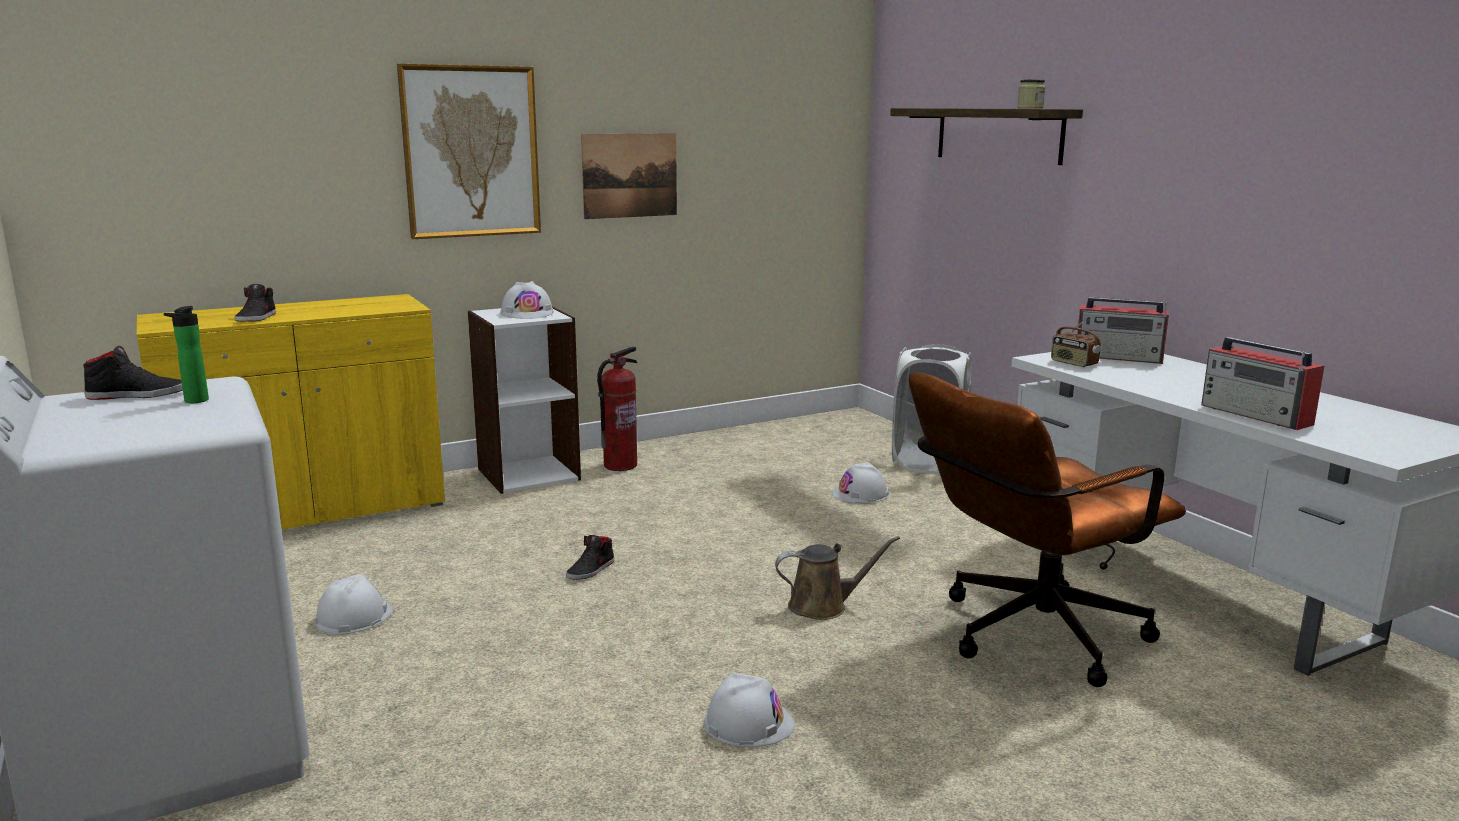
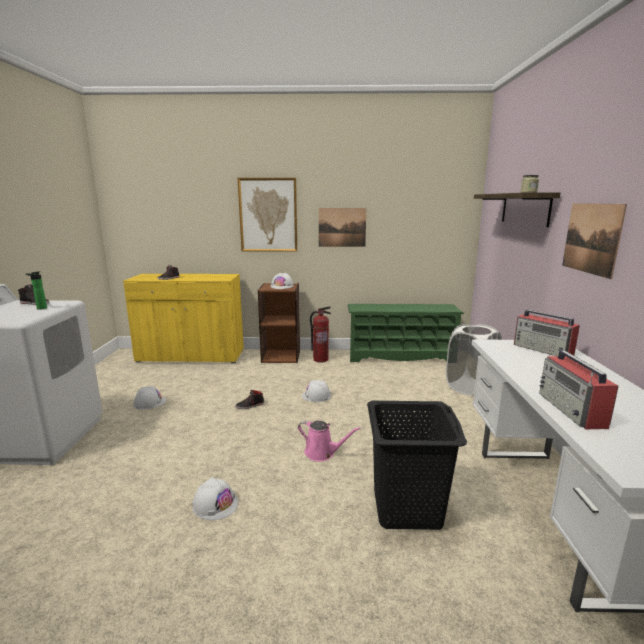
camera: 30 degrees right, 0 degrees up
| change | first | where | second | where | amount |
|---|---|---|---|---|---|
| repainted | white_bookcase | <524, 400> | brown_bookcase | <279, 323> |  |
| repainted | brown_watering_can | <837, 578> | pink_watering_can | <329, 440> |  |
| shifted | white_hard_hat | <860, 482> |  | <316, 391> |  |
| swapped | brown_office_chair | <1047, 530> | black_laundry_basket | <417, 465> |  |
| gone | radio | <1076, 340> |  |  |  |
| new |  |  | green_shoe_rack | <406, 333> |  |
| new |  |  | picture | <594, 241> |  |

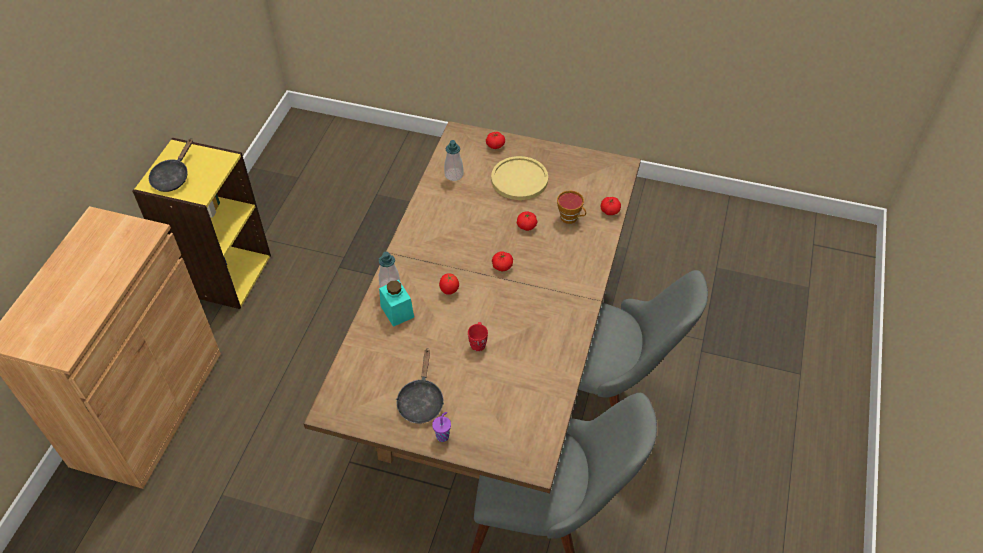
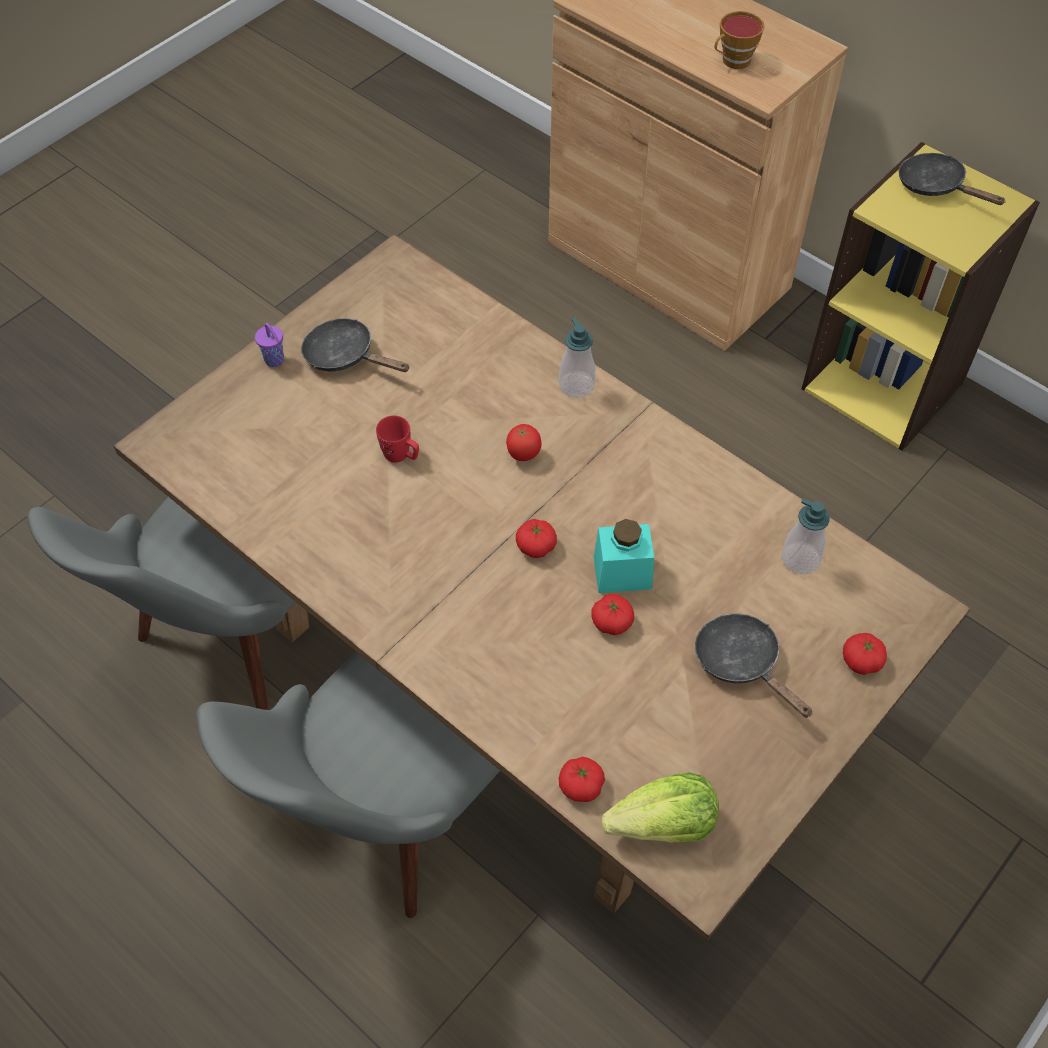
camera: 115 degrees right, 5 degrees up
| change | first | where | second | where | amount |
|---|---|---|---|---|---|
| shifted | turquoise_jar | <396, 303> |  | <624, 556> |  |
| swapped | yellow_plate | <519, 178> | black_frying_pan | <754, 665> |  |
| shifted | cup | <571, 207> |  | <739, 40> |  |
| new |  |  | lettuce | <660, 807> |  |

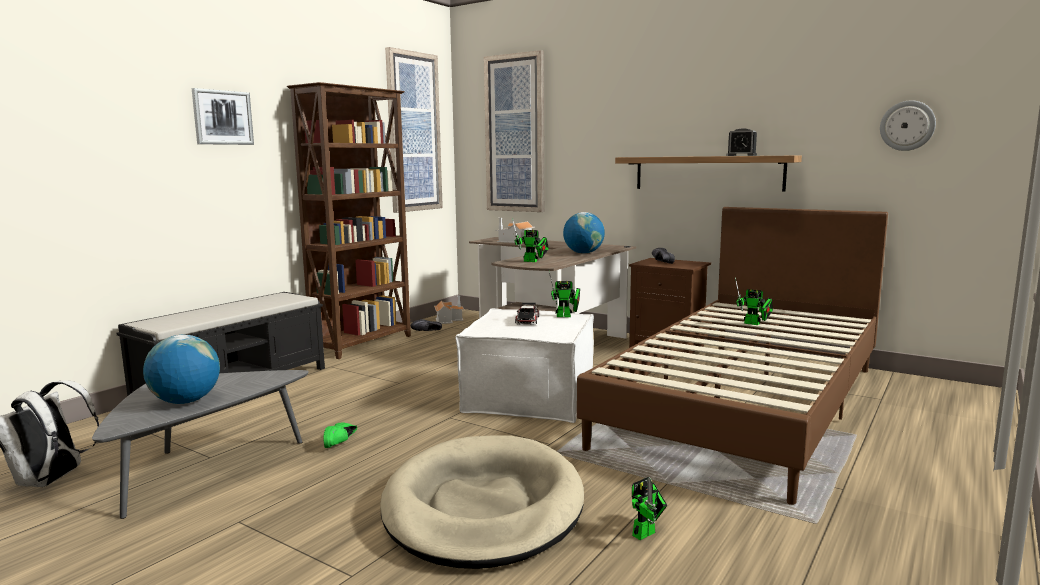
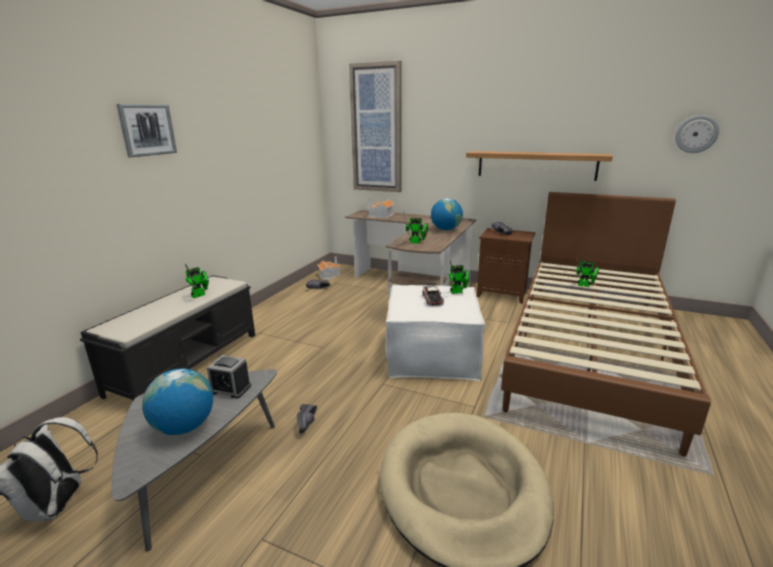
camera: 10 degrees left, 10 degrees up
| change | first | where | second | where | amount |
|---|---|---|---|---|---|
| gone | brown_bookcase | <349, 220> |  |  |  |
| repainted | green_shoe | <340, 435> | black_shoe | <307, 419> |  |
| gone | picture | <414, 130> |  |  |  |
| shifted | toy_robot | <649, 508> |  | <197, 281> |  |
| shifted | alarm_clock | <742, 142> |  | <229, 377> |  |

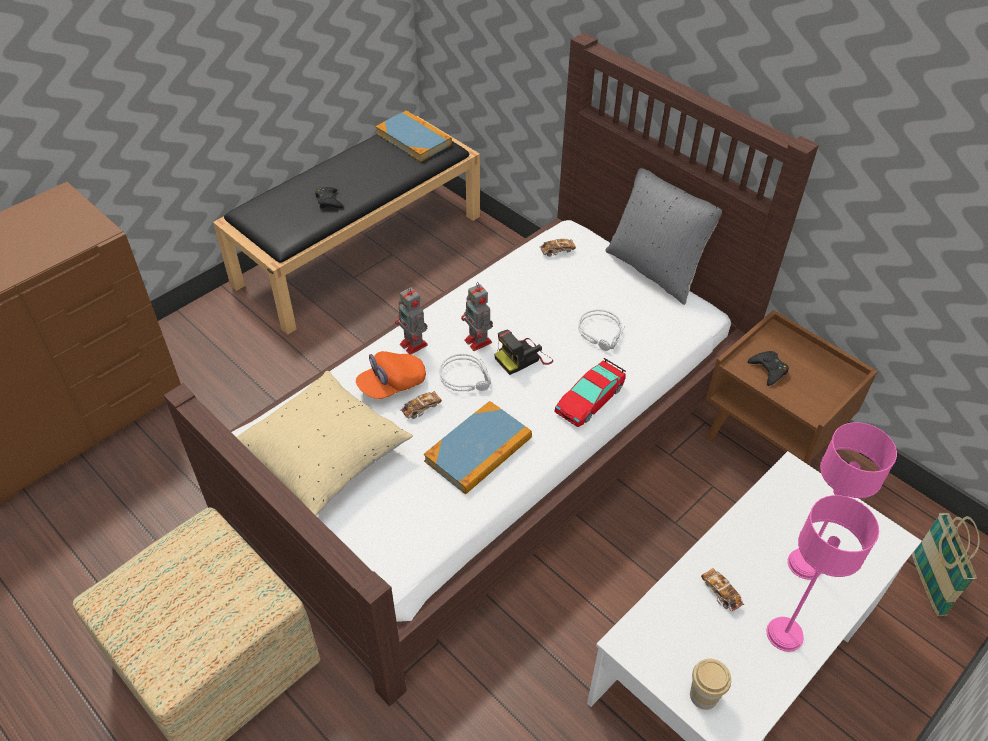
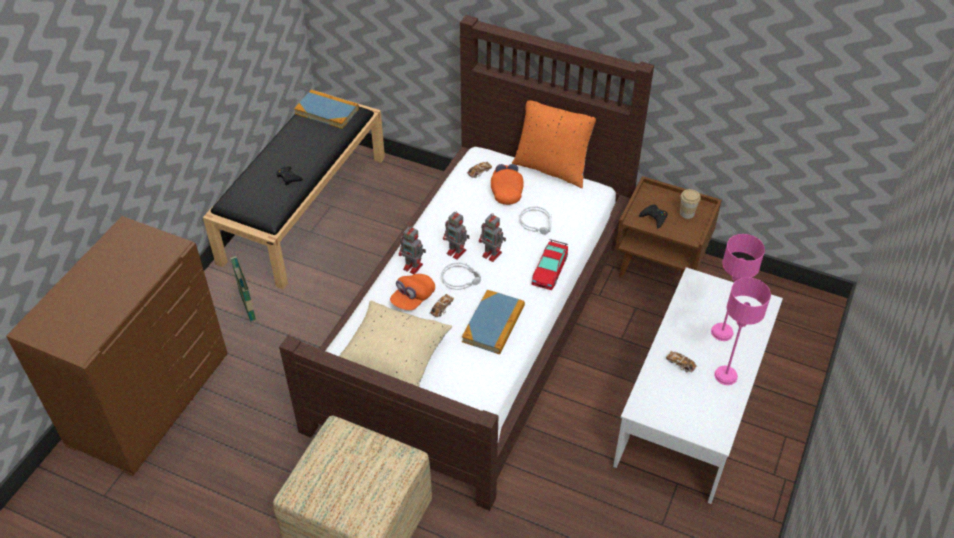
camera: 20 degrees left, 0 degrees up
| change | first | where | second | where | amount |
|---|---|---|---|---|---|
| swapped | photo_camera | <523, 352> | toy_robot | <492, 237> |  |
| repainted | grey_pillow | <663, 236> | orange_pillow | <554, 144> |  |
| shifted | cup | <710, 684> |  | <690, 204> |  |
| shifted | basket | <946, 564> |  | <243, 289> |  |
| new |  |  | orange_cap | <507, 184> |  |

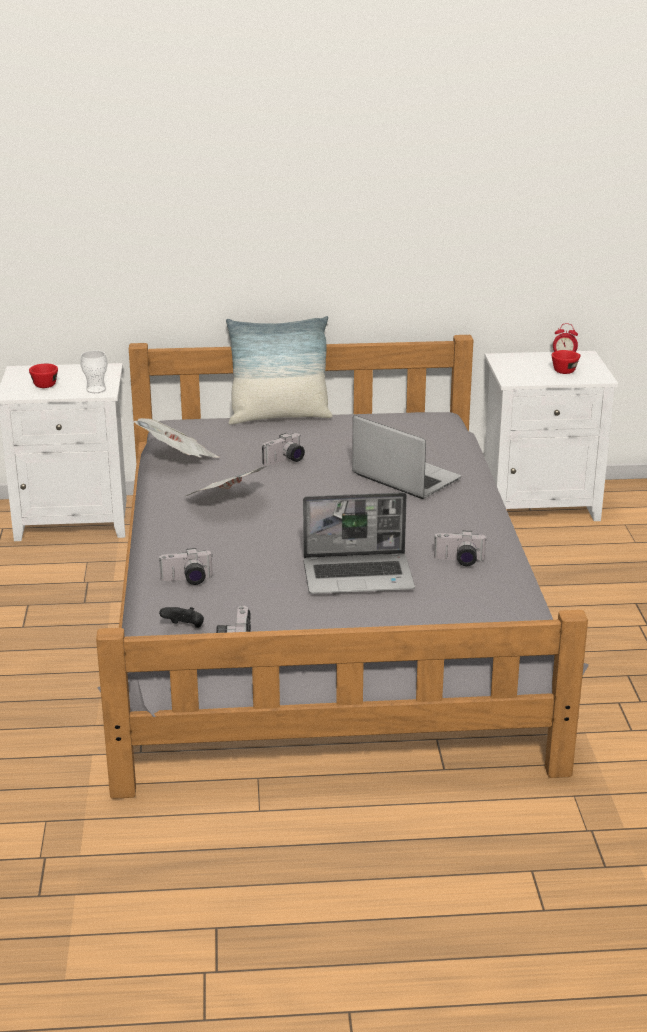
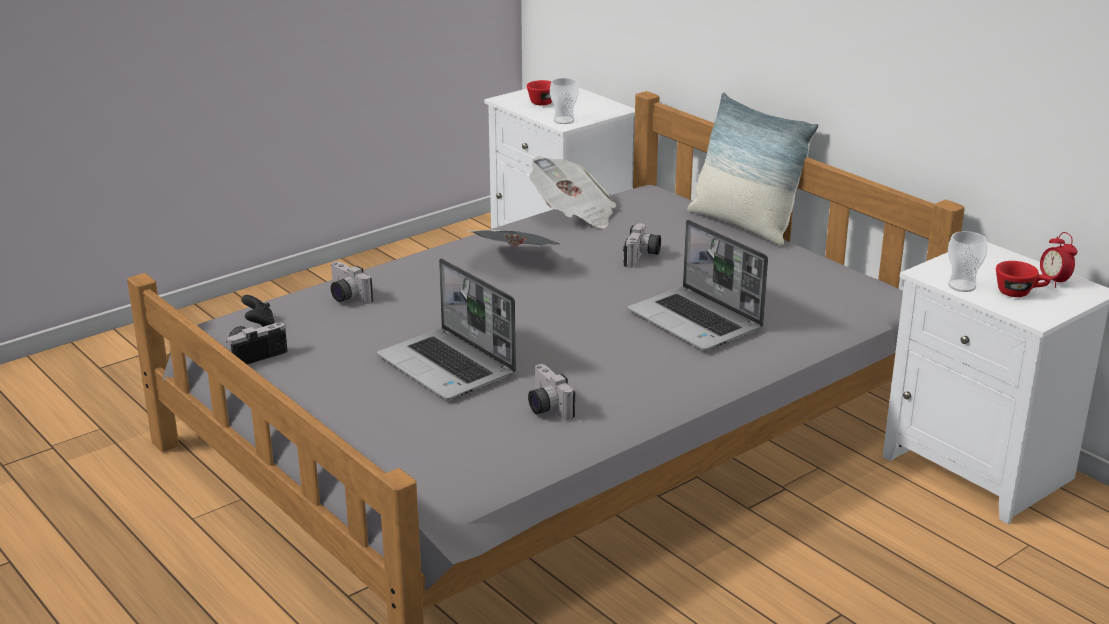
camera: 55 degrees right, 0 degrees up
| change | first | where | second | where | amount |
|---|---|---|---|---|---|
| rotated | photo_camera | <283, 449> |  | <642, 245> | 90 degrees counterclockwise |
| rotated | laptop | <406, 457> |  | <697, 285> | 135 degrees clockwise |
| new |  |  | cup | <967, 261> |  |

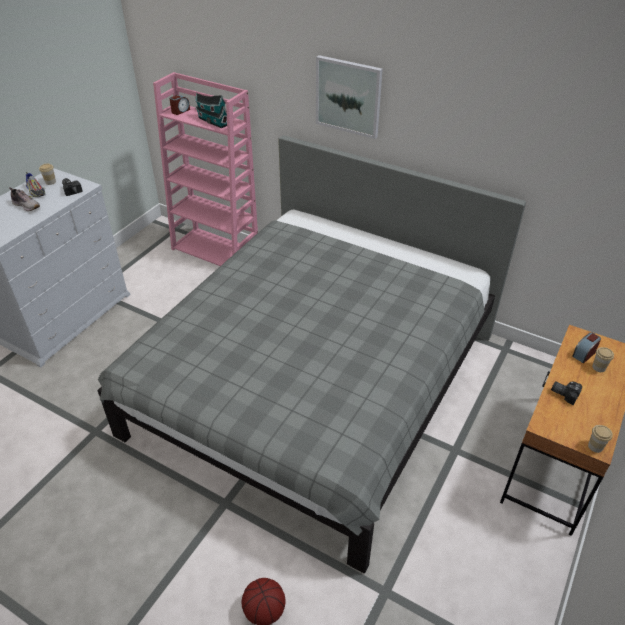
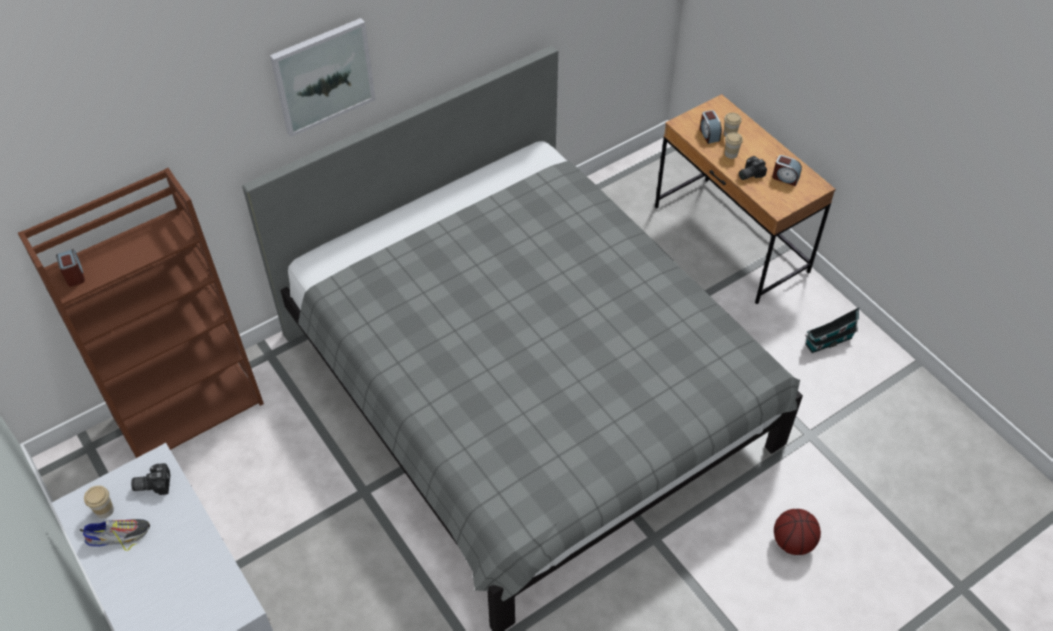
camera: 65 degrees left, 10 degrees up
| change | first | where | second | where | amount |
|---|---|---|---|---|---|
| gone | shoe | <24, 199> |  |  |  |
| repainted | pink_bookcase | <205, 169> | brown_bookcase | <141, 313> |  |
| shifted | toy_house | <211, 110> |  | <832, 330> |  |
| shifted | cup | <600, 439> |  | <734, 145> |  |
| new |  |  | alarm_clock | <787, 170> |  |

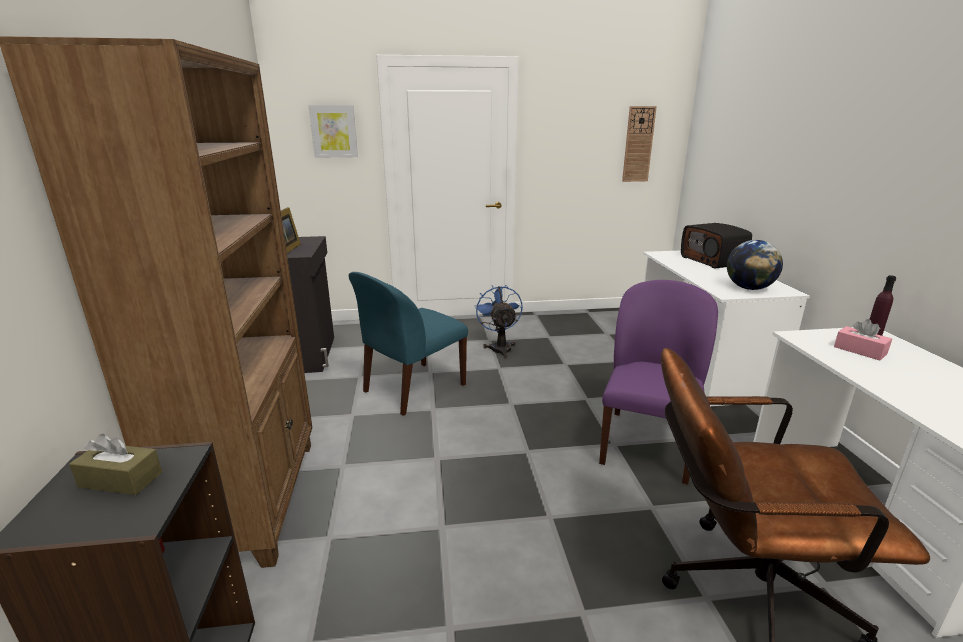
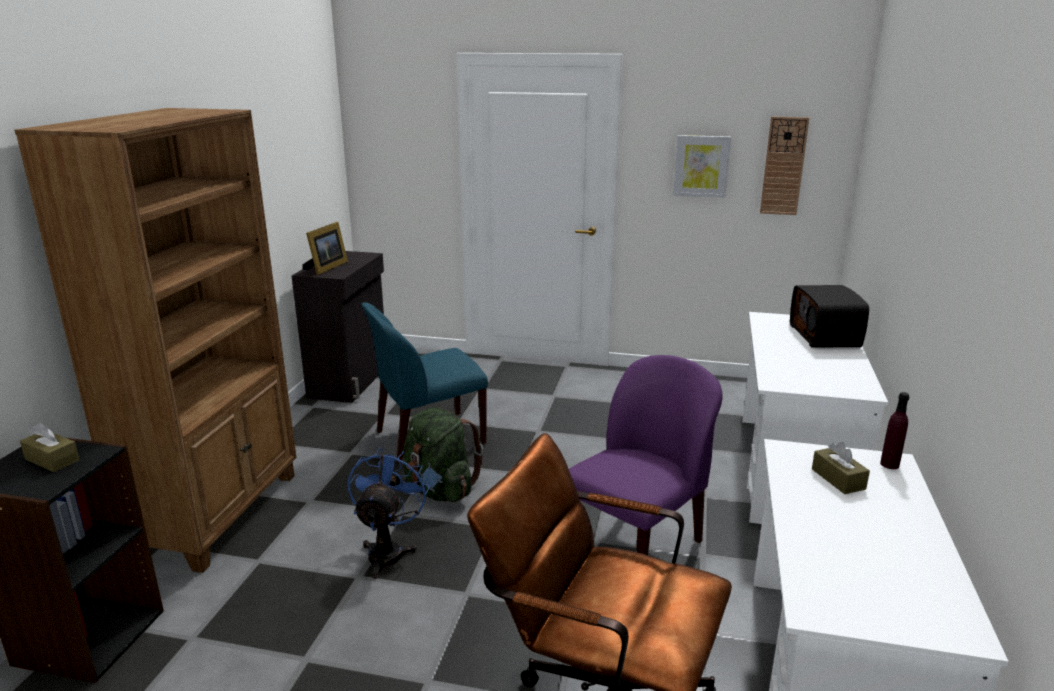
camera: 20 degrees right, 0 degrees up
| change | first | where | second | where | amount |
|---|---|---|---|---|---|
| shifted | picture | <333, 131> |  | <702, 166> |  |
| shifted | blue_fan | <499, 322> |  | <389, 513> |  |
| gone | globe | <755, 265> |  |  |  |
| repainted | pink_tissue_box | <863, 340> | brown_tissue_box | <841, 468> |  |
| new |  |  | green_backpack | <443, 454> |  |

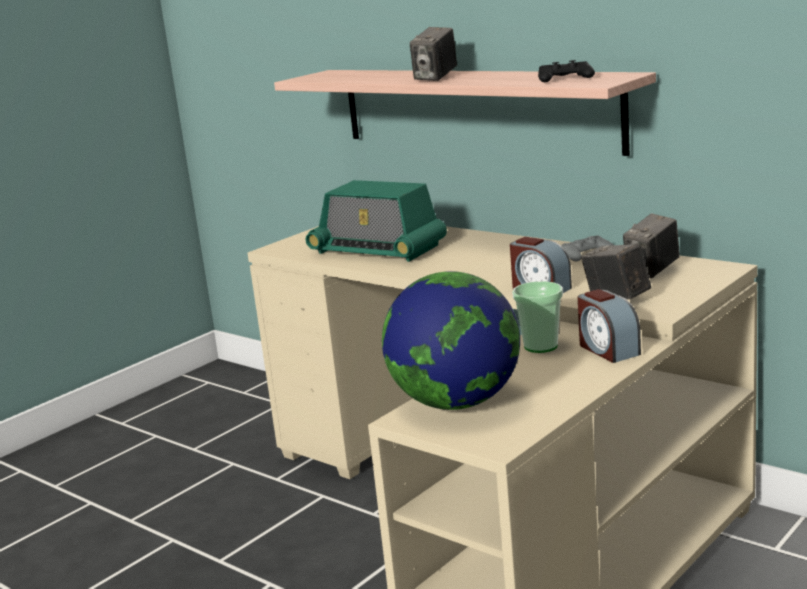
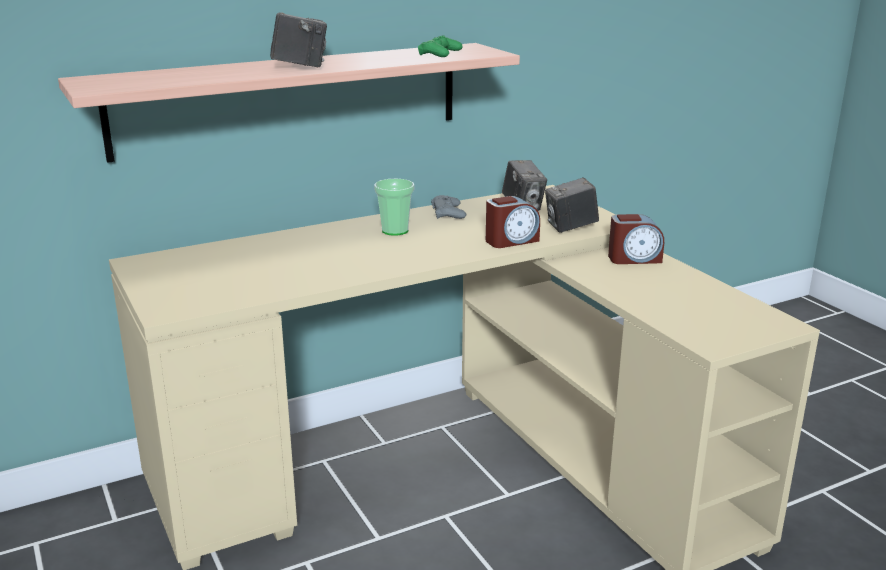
camera: 70 degrees left, 5 degrees up
| change | first | where | second | where | amount |
|---|---|---|---|---|---|
| gone | radio | <376, 221> |  |  |  |
| gone | globe | <451, 340> |  |  |  |
| rotated | photo_camera | <433, 54> |  | <298, 39> | 60 degrees counterclockwise |
| shifted | cup | <537, 317> |  | <394, 207> |  |
| repainted | black_game_controller | <566, 71> | green_game_controller | <440, 46> |  |

